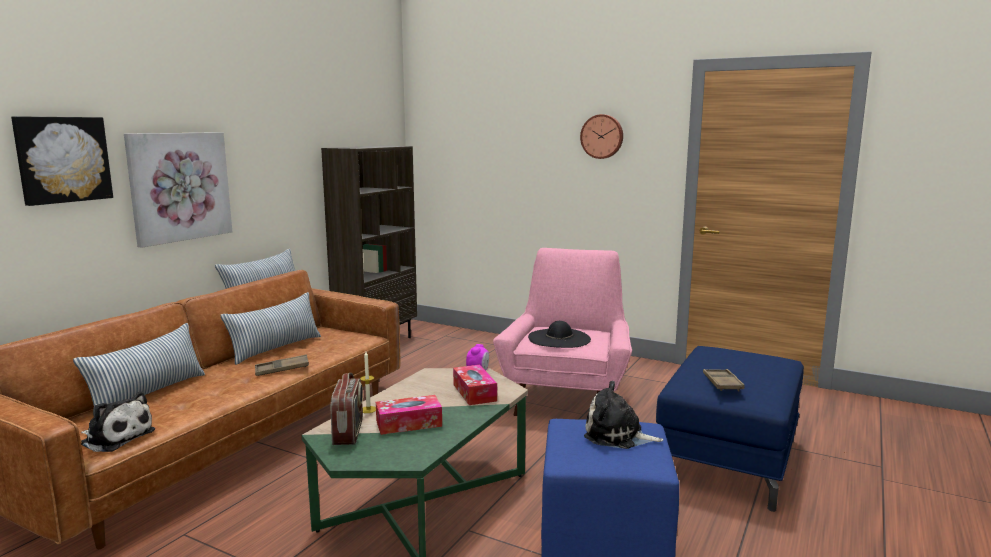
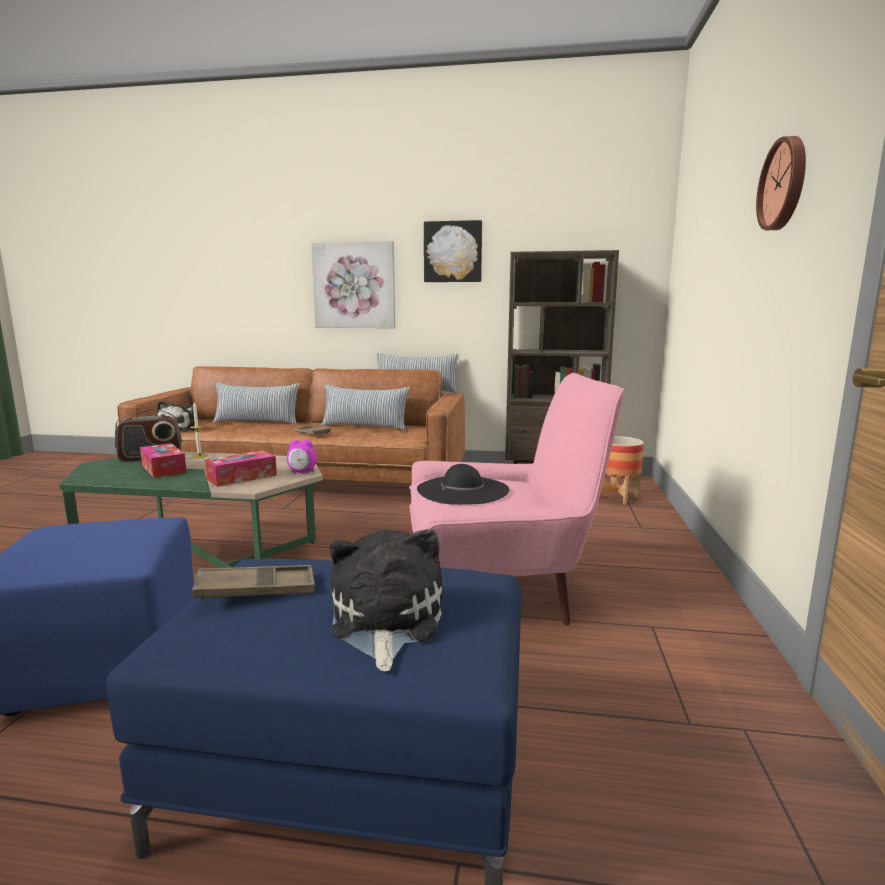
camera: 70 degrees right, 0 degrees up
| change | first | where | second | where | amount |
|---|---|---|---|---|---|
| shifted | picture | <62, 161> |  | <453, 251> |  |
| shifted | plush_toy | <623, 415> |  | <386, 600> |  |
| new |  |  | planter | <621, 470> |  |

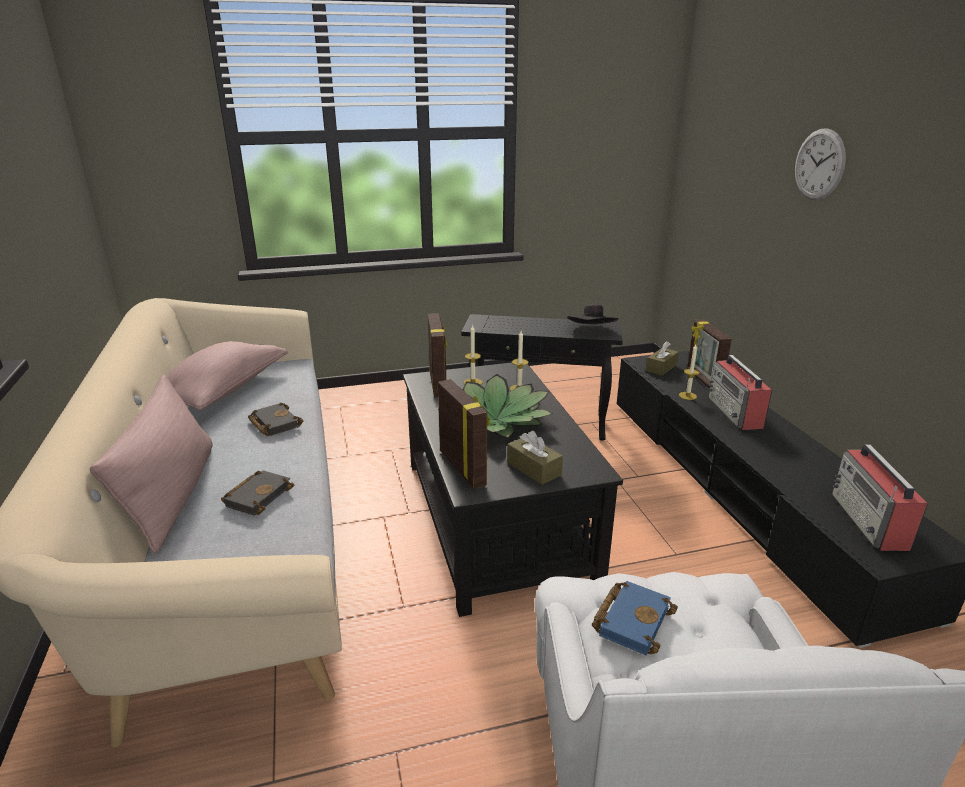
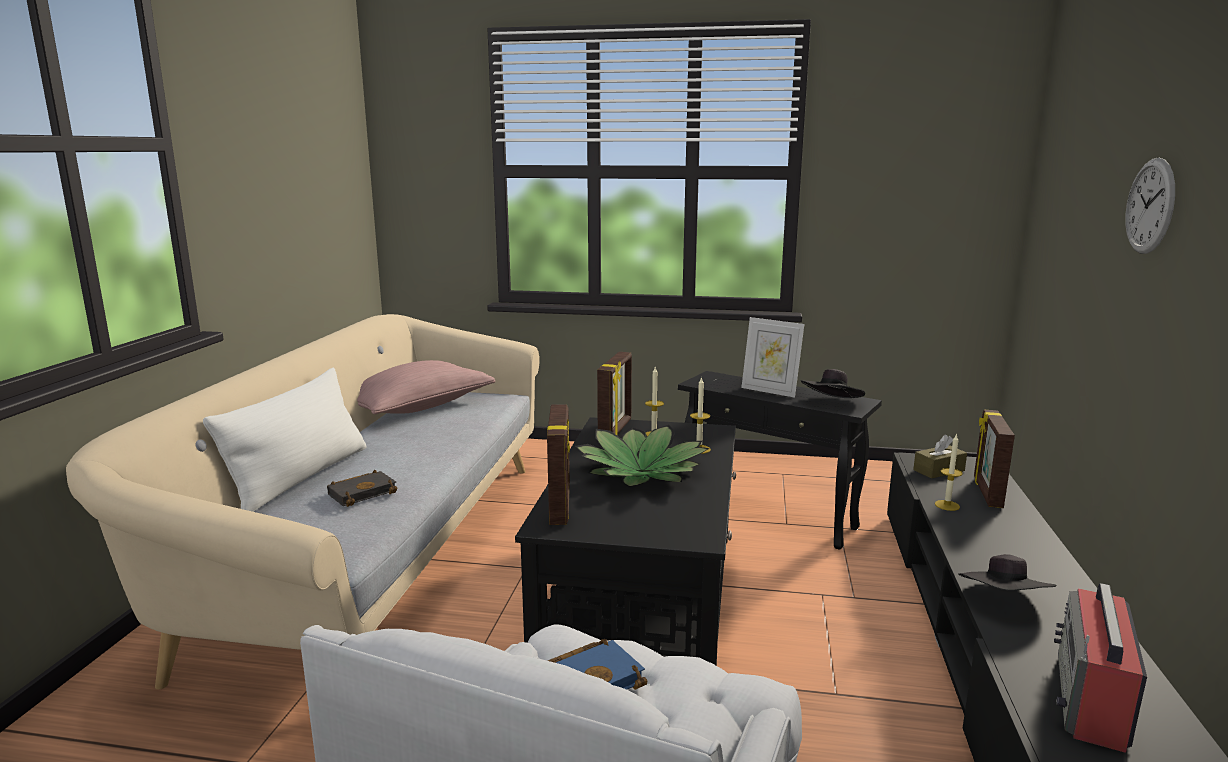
camera: 25 degrees right, 10 degrees down
| change | first | where | second | where | amount |
|---|---|---|---|---|---|
| repainted | pink_pillow | <151, 464> | white_pillow | <285, 440> |  |
| gone | black_book | <275, 419> |  |  |  |
| gone | brown_tissue_box | <535, 458> |  |  |  |
| gone | radio | <740, 392> |  |  |  |
| new |  |  | picture_frame | <772, 357> |  |
| new |  |  | black_hat | <1007, 572> |  |

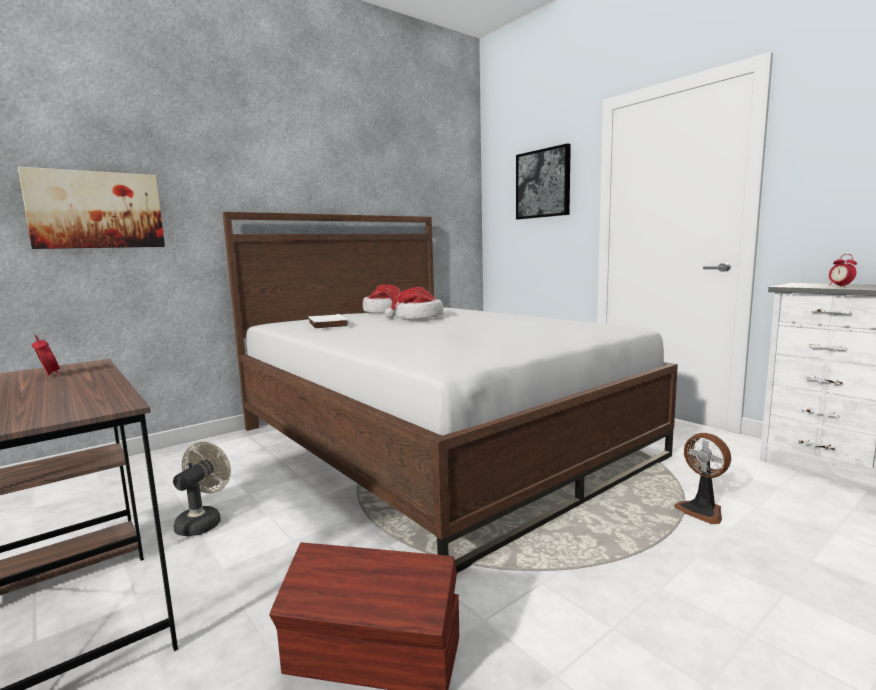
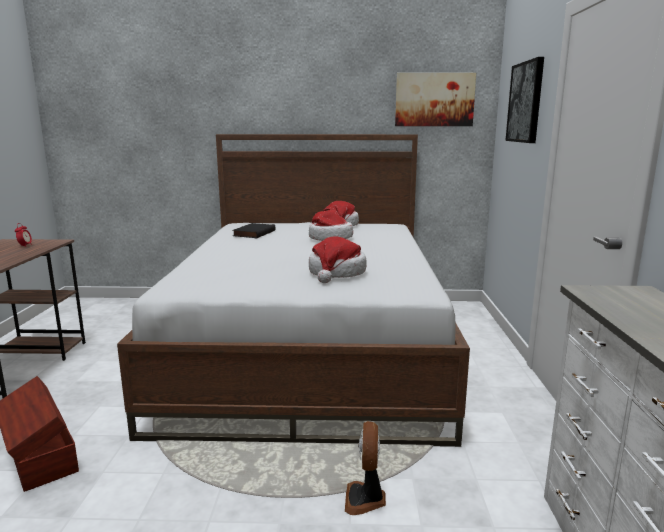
camera: 40 degrees right, 5 degrees up
| change | first | where | second | where | amount |
|---|---|---|---|---|---|
| shifted | picture | <91, 208> |  | <435, 99> |  |
| gone | beige_fan | <202, 489> |  |  |  |
| repainted | white_book | <328, 322> | black_book | <254, 230> |  |
| gone | alarm_clock | <843, 270> |  |  |  |
| new |  |  | hat | <338, 259> |  |

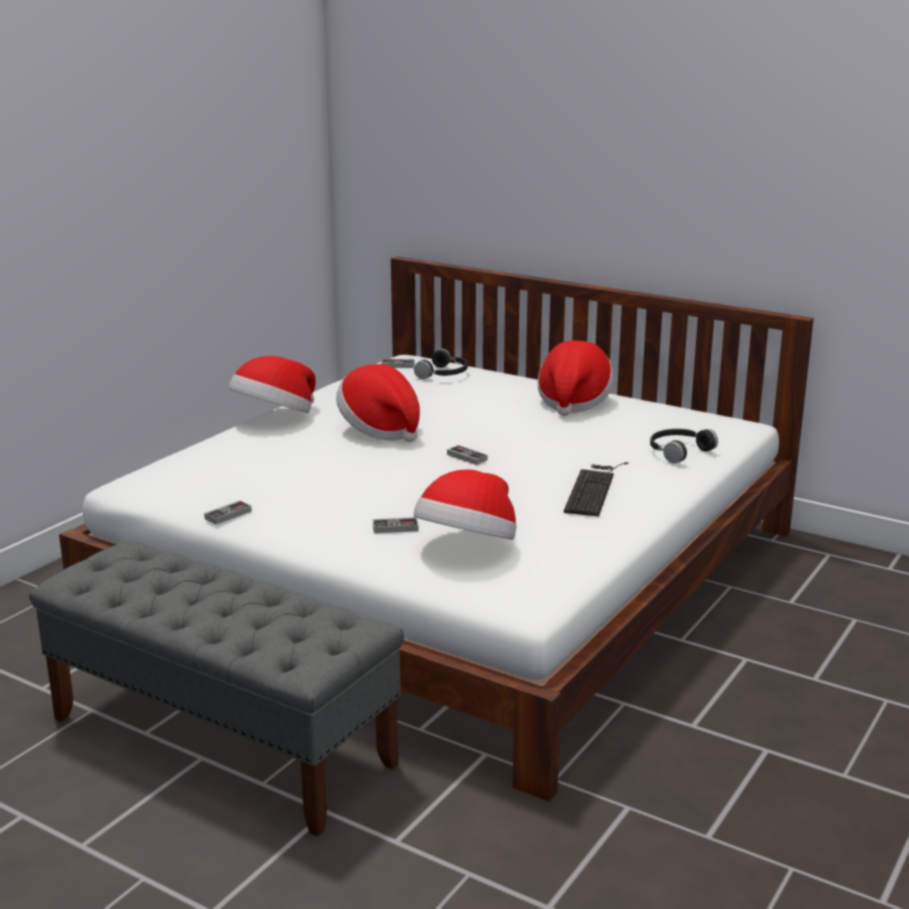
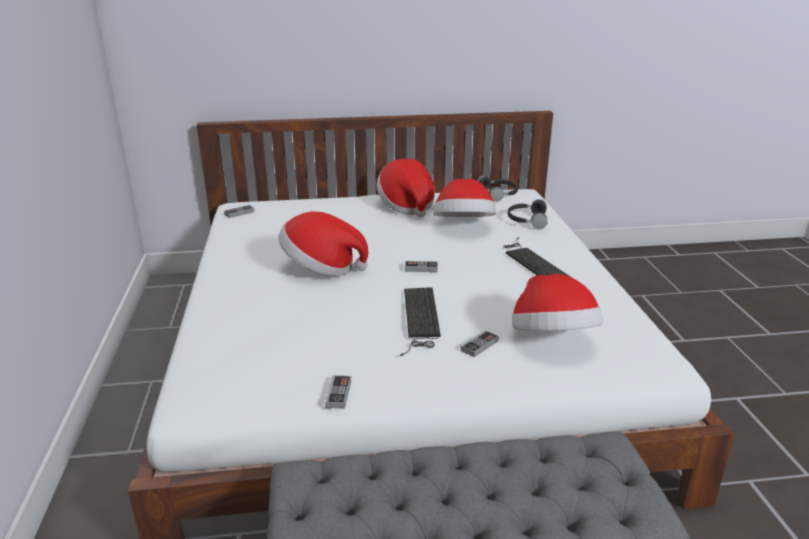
camera: 40 degrees left, 5 degrees up
| change | first | where | second | where | amount |
|---|---|---|---|---|---|
| shifted | hat | <272, 384> |  | <464, 198> |  |
| shifted | black_headphones | <441, 364> |  | <497, 189> |  |
| new |  |  | keyboard | <420, 321> |  |

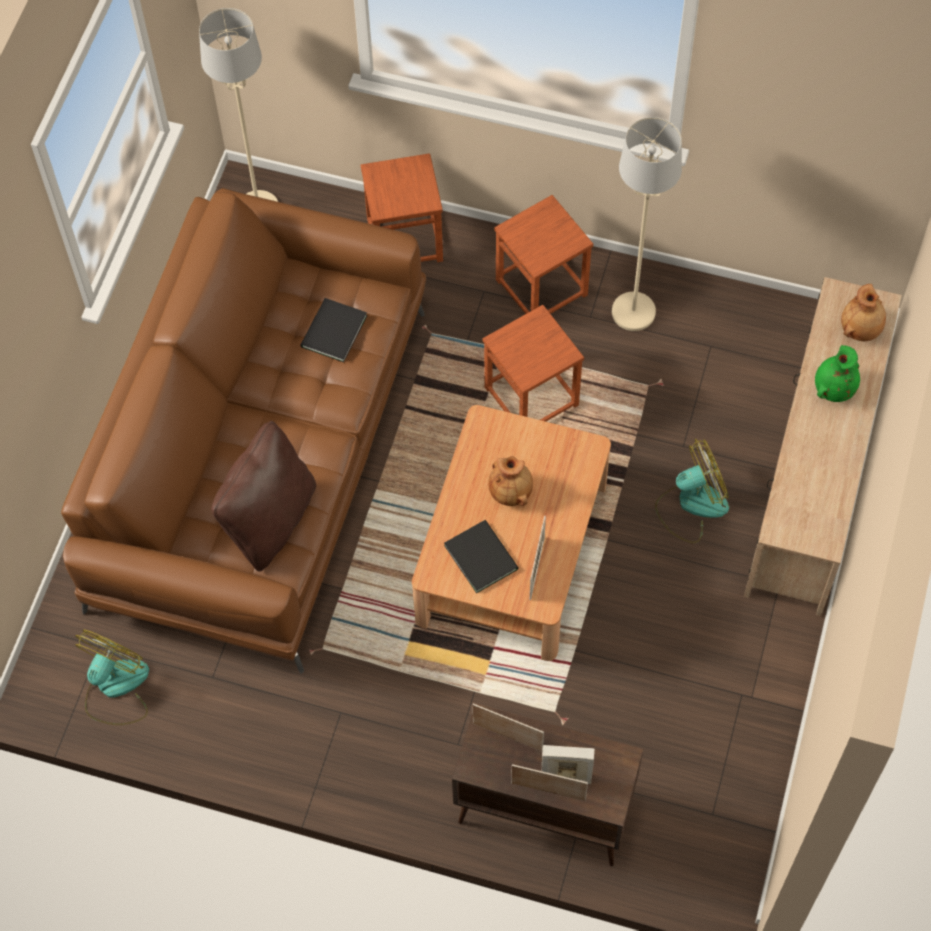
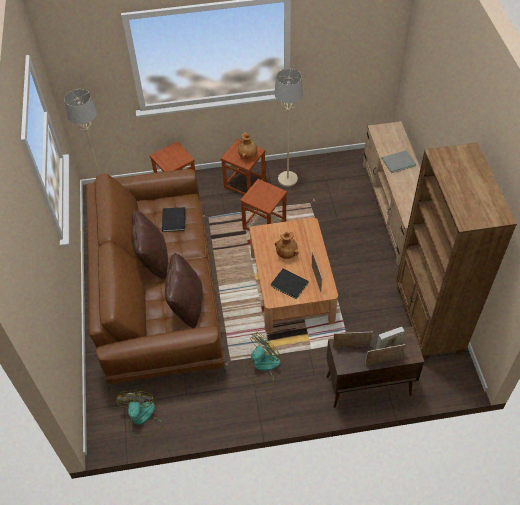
camera: 25 degrees left, 10 degrees down
| change | first | where | second | where | amount |
|---|---|---|---|---|---|
| shifted | fan | <692, 491> |  | <262, 358> |  |
| swapped | green_vase | <837, 373> | grey_book | <399, 161> |  |
| shifted | brown_vase | <863, 312> |  | <247, 145> |  |
| new |  |  | brown_pillow | <149, 244> |  |
| new |  |  | brown_bookcase | <456, 251> |  |

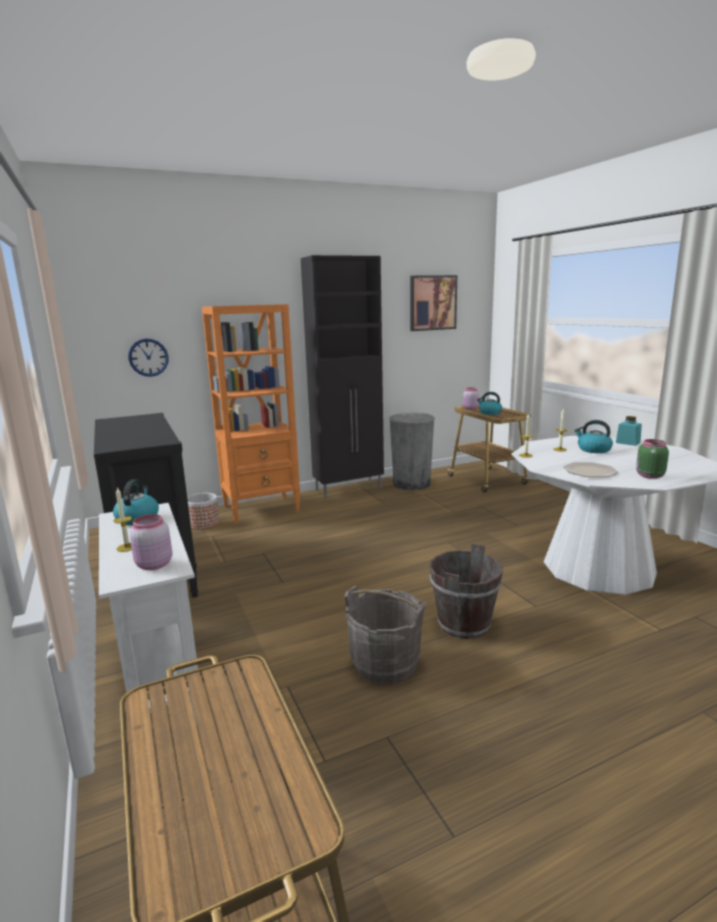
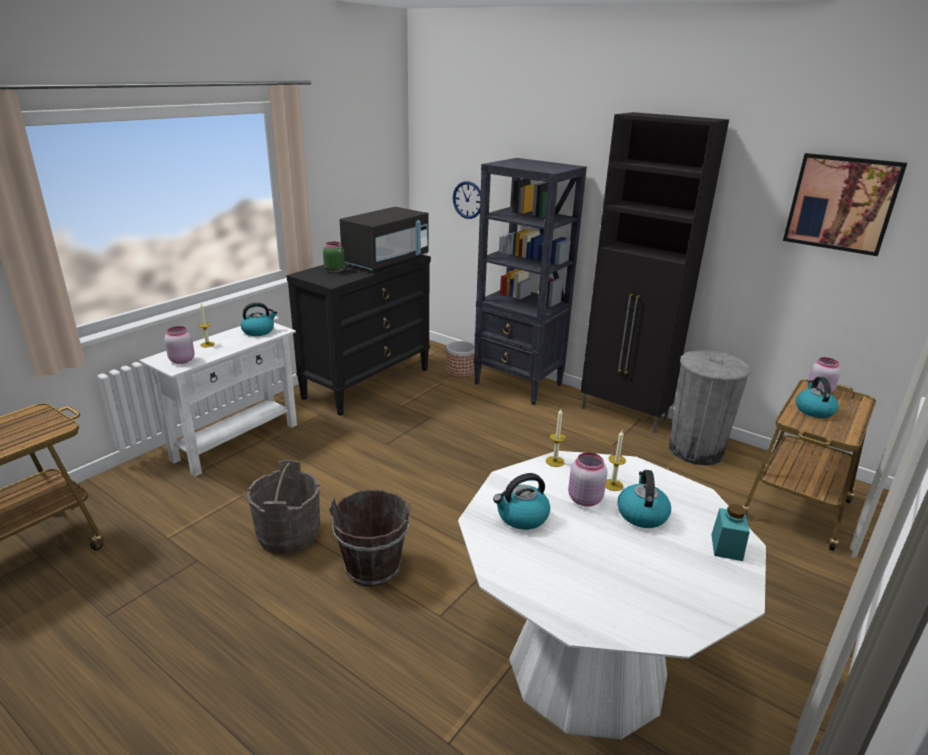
camera: 60 degrees right, 10 degrees up
| change | first | where | second | where | amount |
|---|---|---|---|---|---|
| repainted | orange_bookcase | <251, 414> | black_bookcase | <530, 281> |  |
| swapped | plate | <590, 469> | kettle | <521, 501> |  |
| shifted | green_jar | <652, 459> |  | <334, 257> |  |
| new |  |  | black_microwave | <384, 239> |  |
| new |  |  | pink_jar | <587, 479> |  |

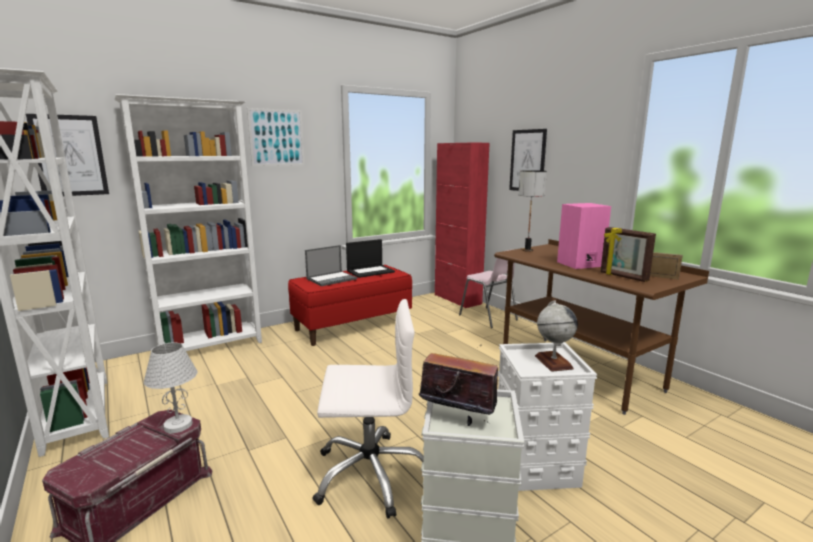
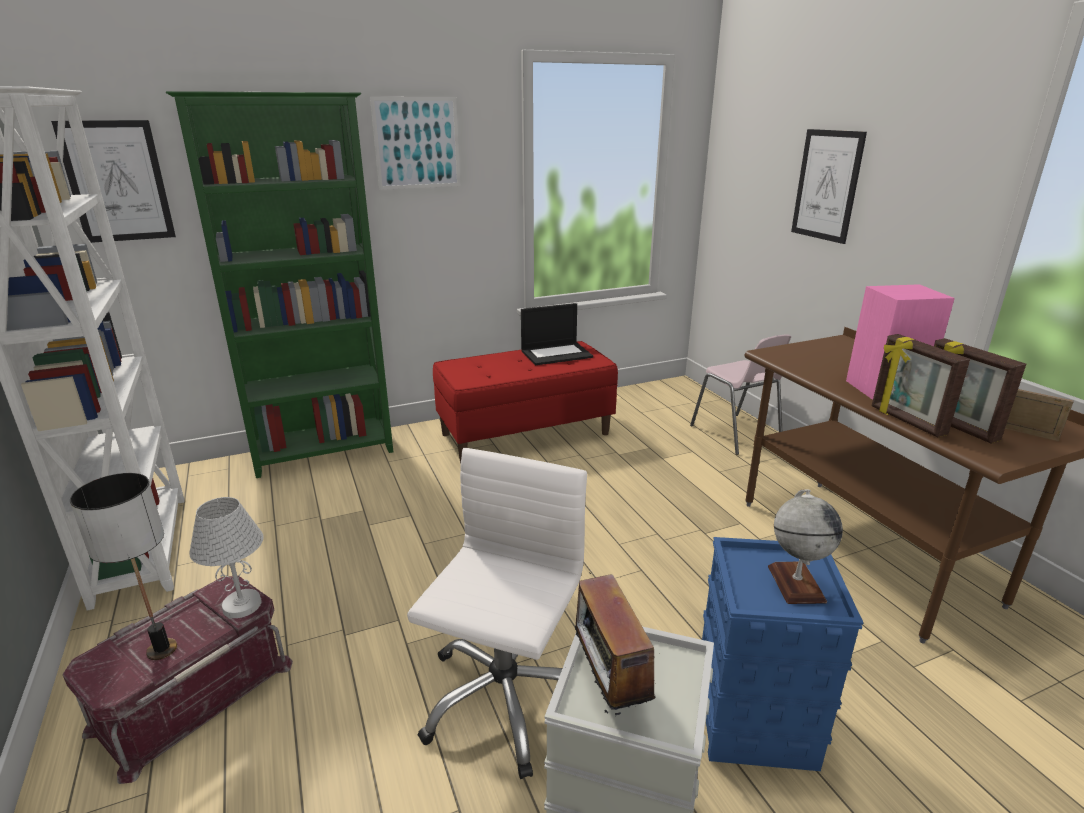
camera: 10 degrees right, 10 degrees up
| change | first | where | second | where | amount |
|---|---|---|---|---|---|
| repainted | white_bookcase | <188, 222> | green_bookcase | <279, 284> |  |
| gone | laptop | <331, 265> |  |  |  |
| rotated | white_office_chair | <368, 409> |  | <497, 613> | 75 degrees counterclockwise |
| rotated | radio | <458, 385> |  | <608, 644> | 135 degrees counterclockwise |
| gone | red_cabinet | <462, 225> |  |  |  |
| repainted | white_storage_box | <547, 416> | blue_storage_box | <783, 654> |  |
| shifted | table_lamp | <533, 211> |  | <123, 566> |  |
| new |  |  | picture_frame | <921, 386> |  |

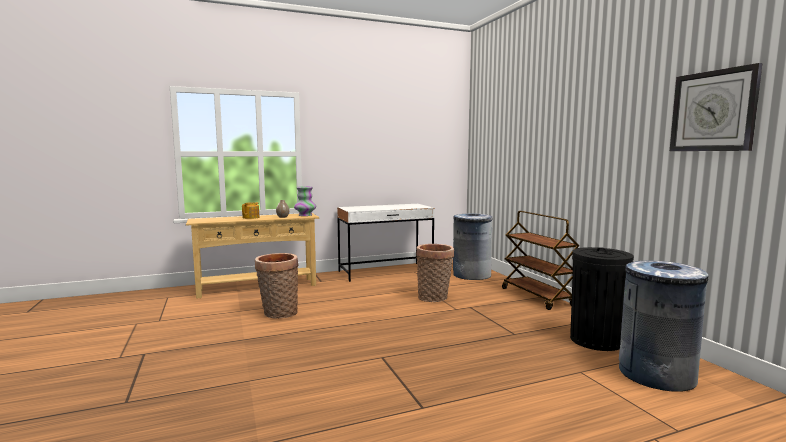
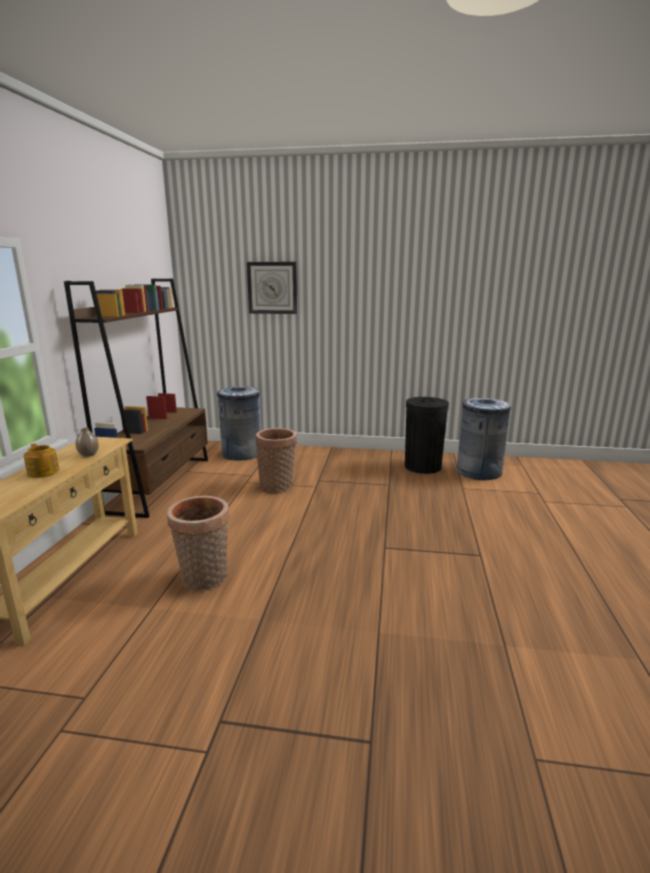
camera: 60 degrees left, 10 degrees up
| change | first | where | second | where | amount |
|---|---|---|---|---|---|
| gone | vase | <305, 201> |  |  |  |
| swapped | white_desk | <385, 243> | brown_bookcase | <136, 398> |  |
| gone | brown_cart | <540, 260> |  |  |  |
| shifted | wall_clock | <716, 107> |  | <272, 288> |  |

